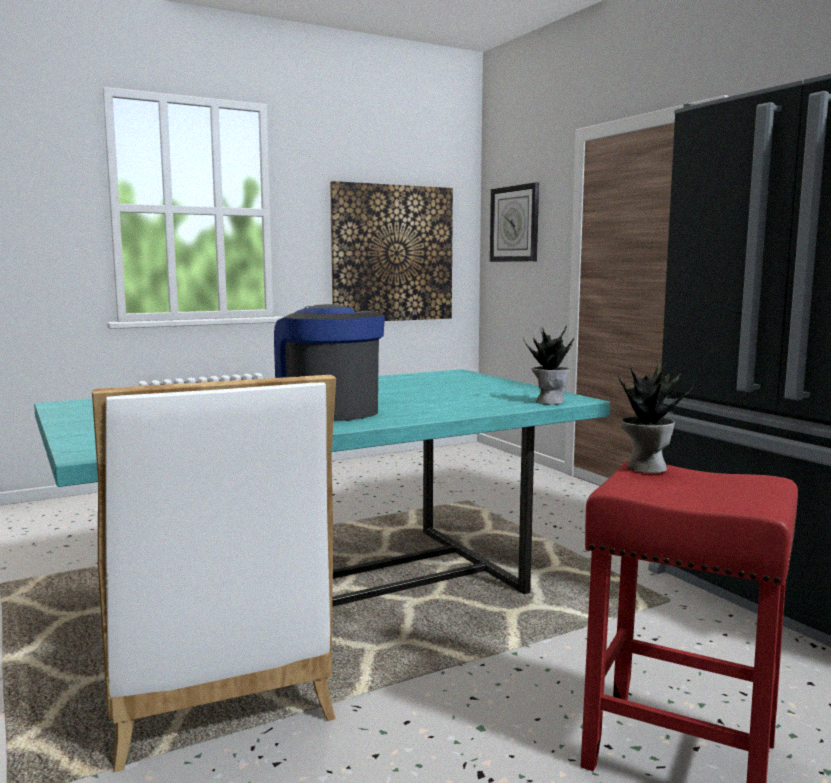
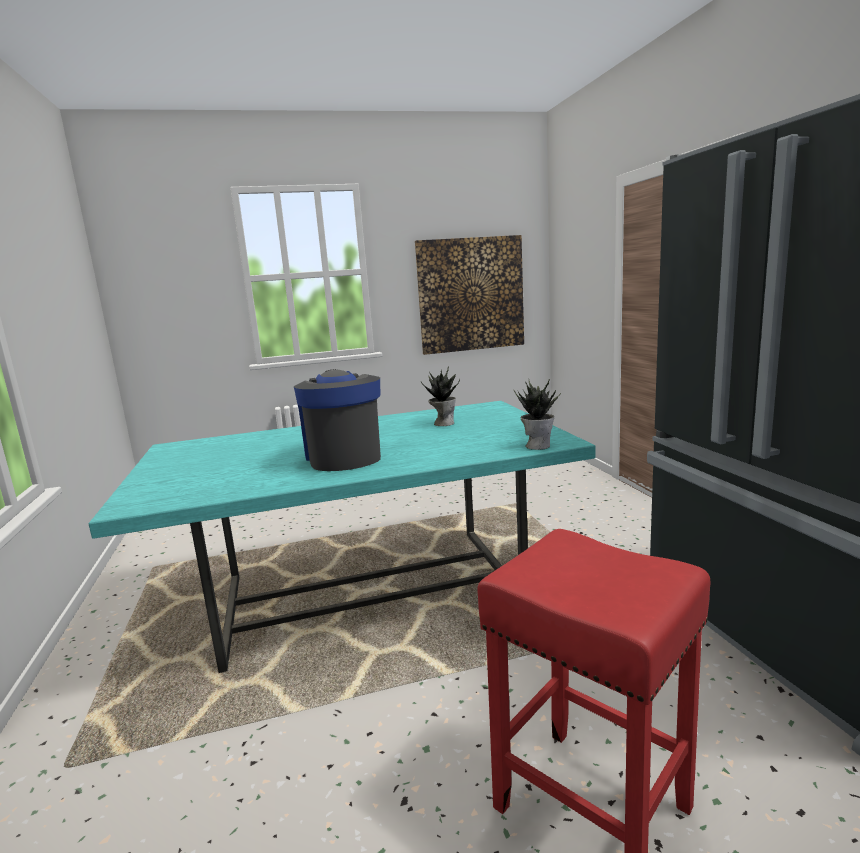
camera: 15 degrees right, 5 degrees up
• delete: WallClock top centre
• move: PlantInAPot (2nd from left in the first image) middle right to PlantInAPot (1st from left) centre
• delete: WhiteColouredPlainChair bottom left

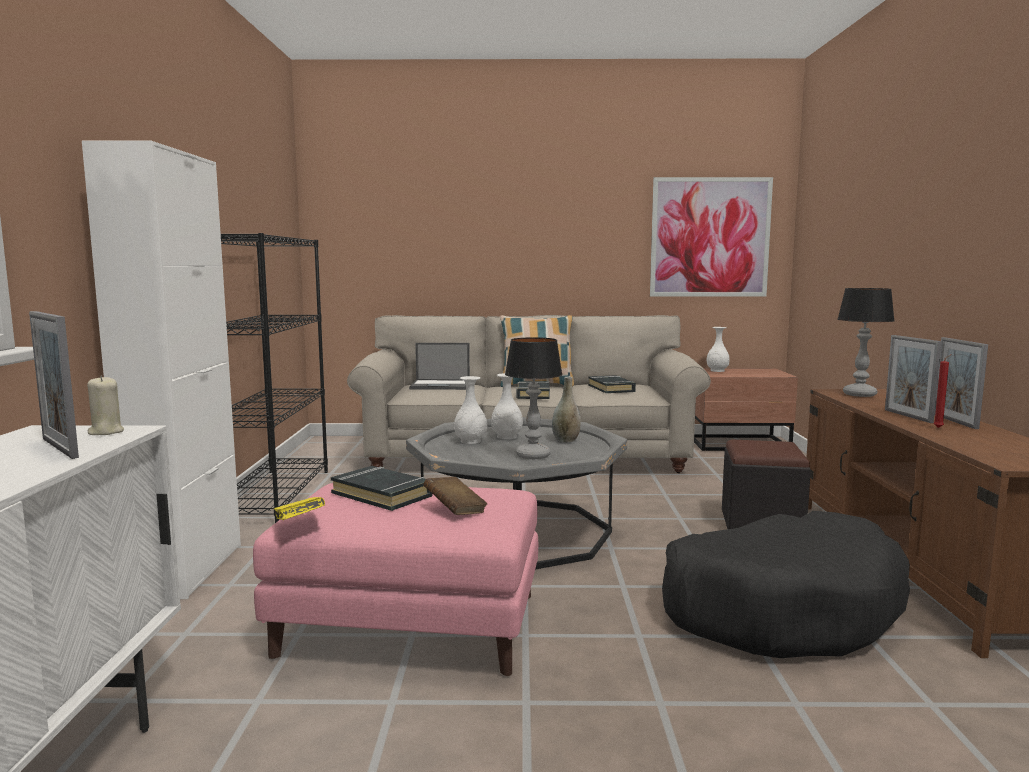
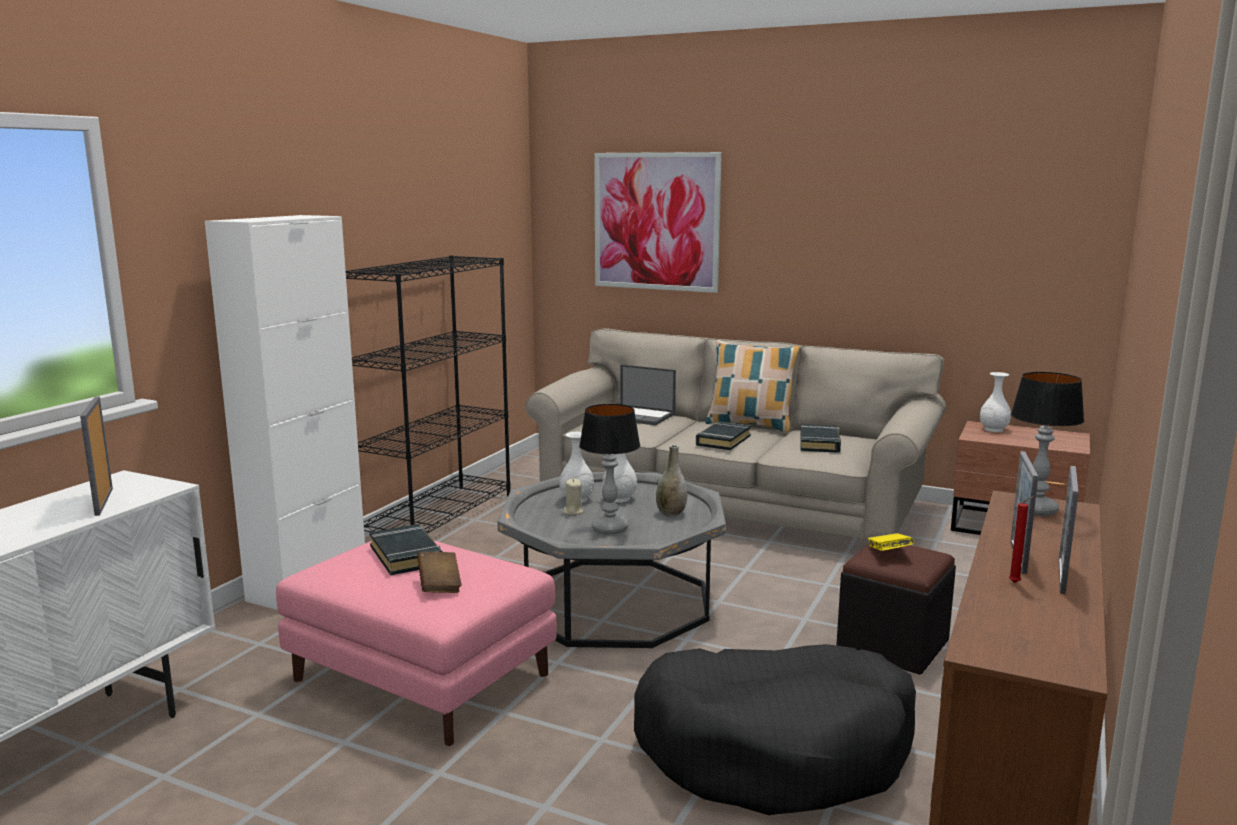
camera: 25 degrees right, 5 degrees up
• move: Picture top right to top centre
• move: SandColouredCandle middle left to centre
• move: YellowColouredBook middle left to middle right

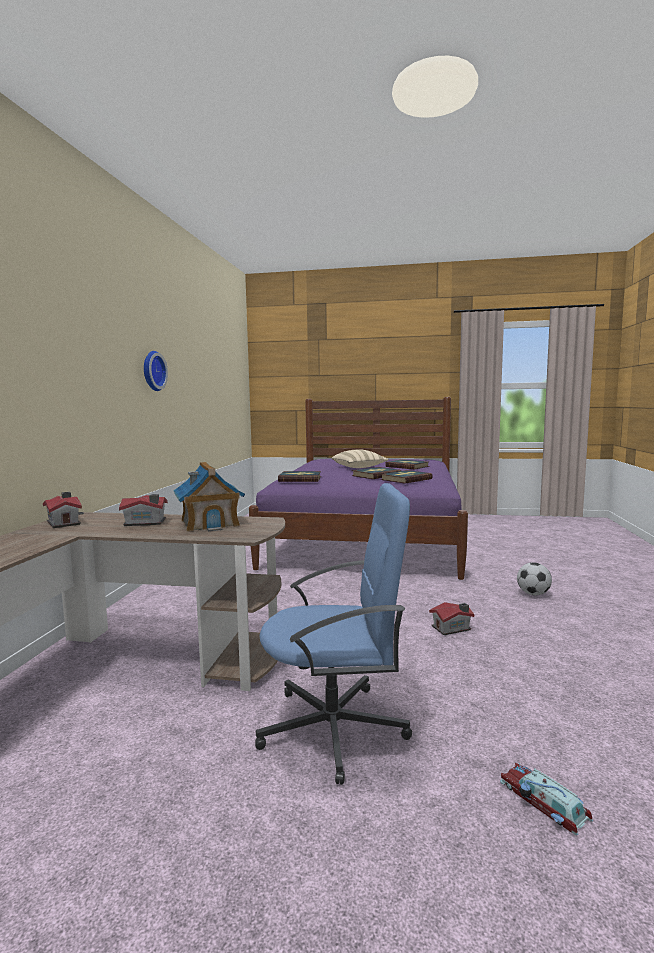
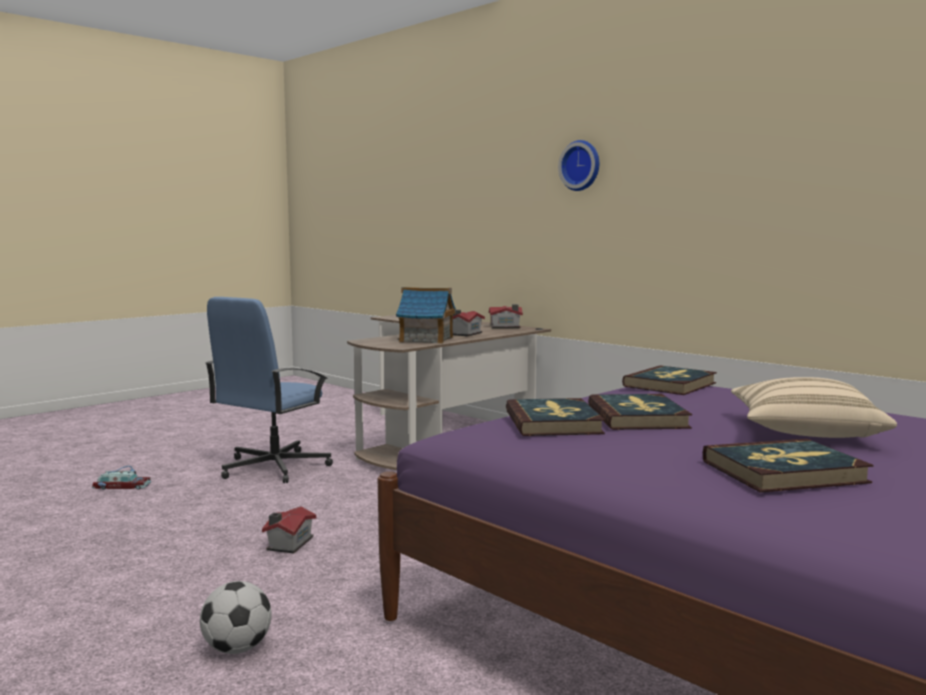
camera: 125 degrees right, 0 degrees up
• move: WallClock middle left to top centre

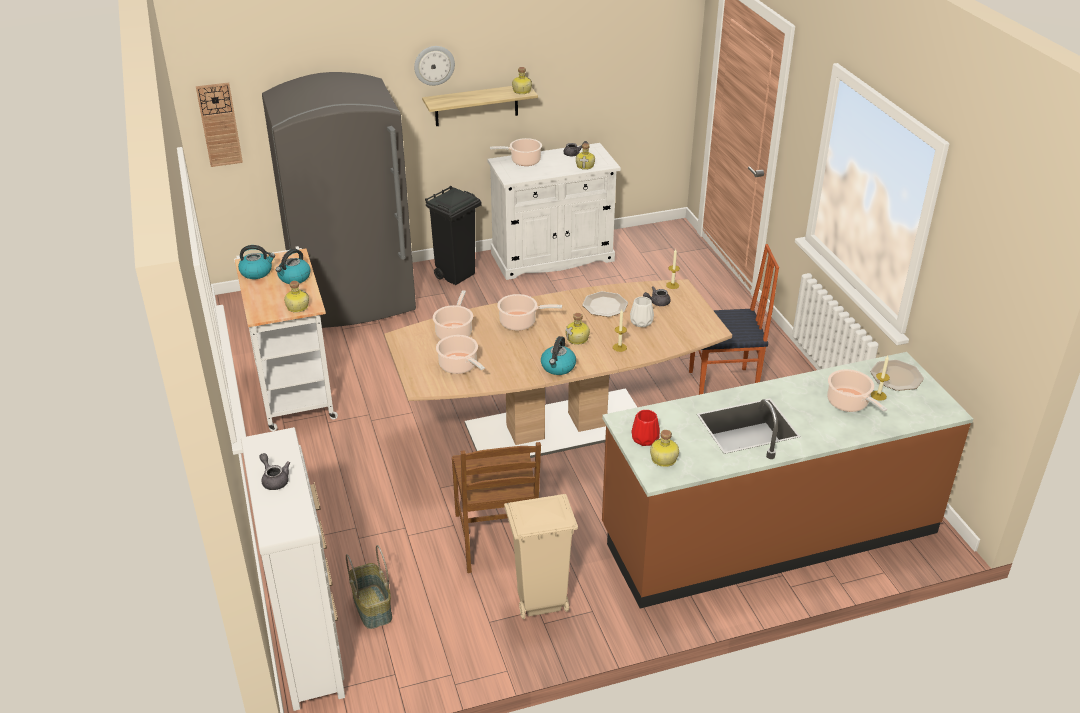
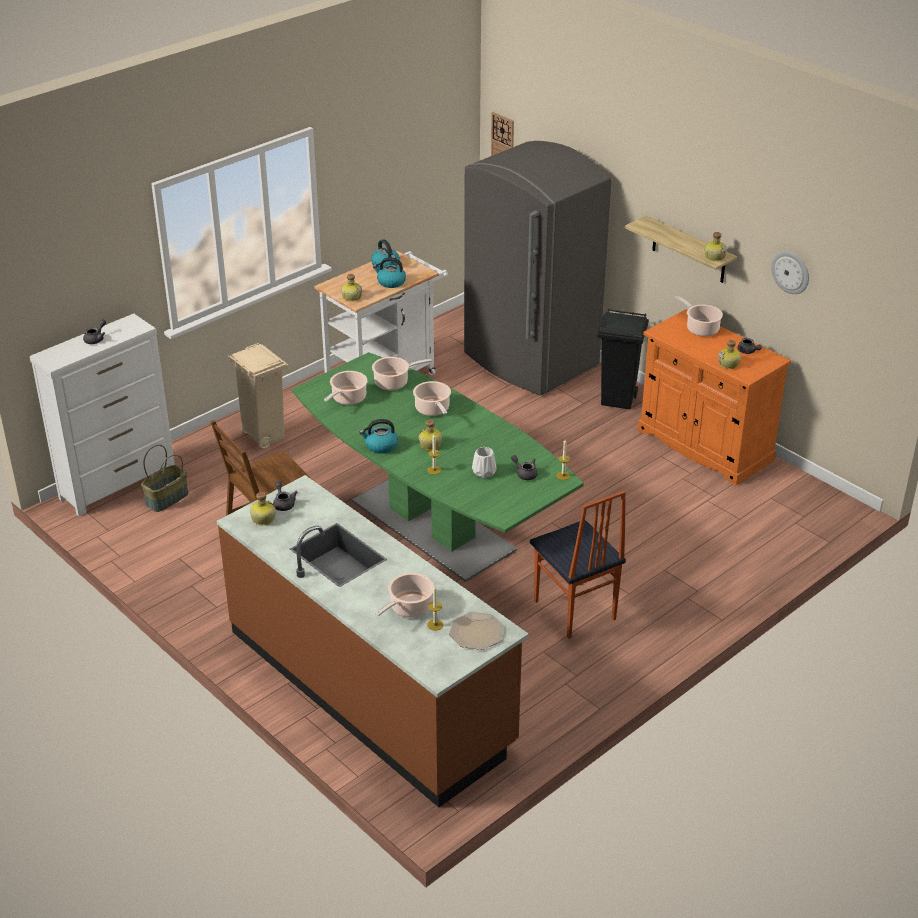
camera: 65 degrees right, 0 degrees up
• move: WallClock (2nd from left) top centre to top right
• recolor: WhiteColouredStorageCabinet top centre to OrangeyStorageCabinet middle right
• recolor: BrownColouredDinnerTable centre to GreenColouredDinnerTable centre
• delete: Plate (1st from left) centre
• replace: RedFlowerVase centre to GreyPotForTea (2nd from left) middle left
• move: SandColouredWasteBin bottom centre to middle left

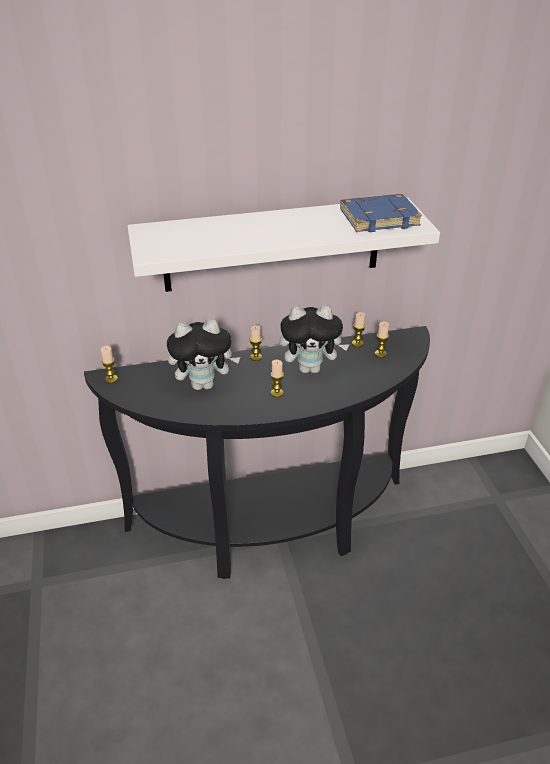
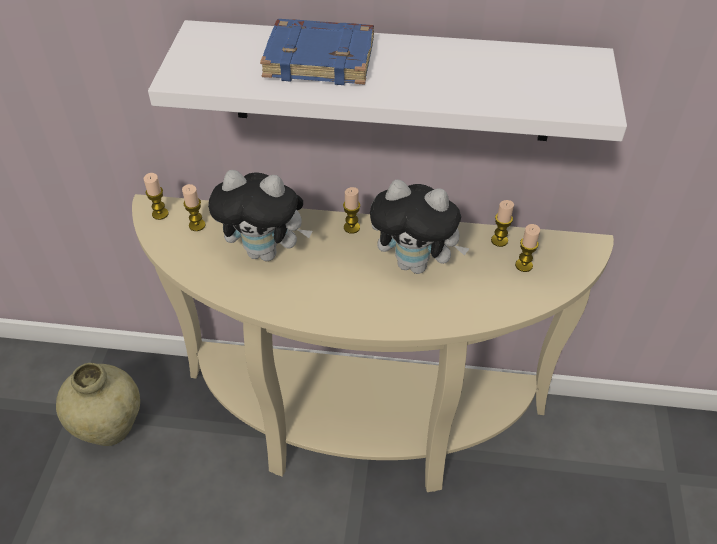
camera: 20 degrees right, 10 degrees up
• move: BlueBook top right to top centre
• recolor: BlackColouredConsoleTable centre to SandColouredConsoleTable centre
• move: Candle (3rd from left in the first image) centre to Candle (2nd from left) middle left
• insert: SandColouredFlowerVase bottom left

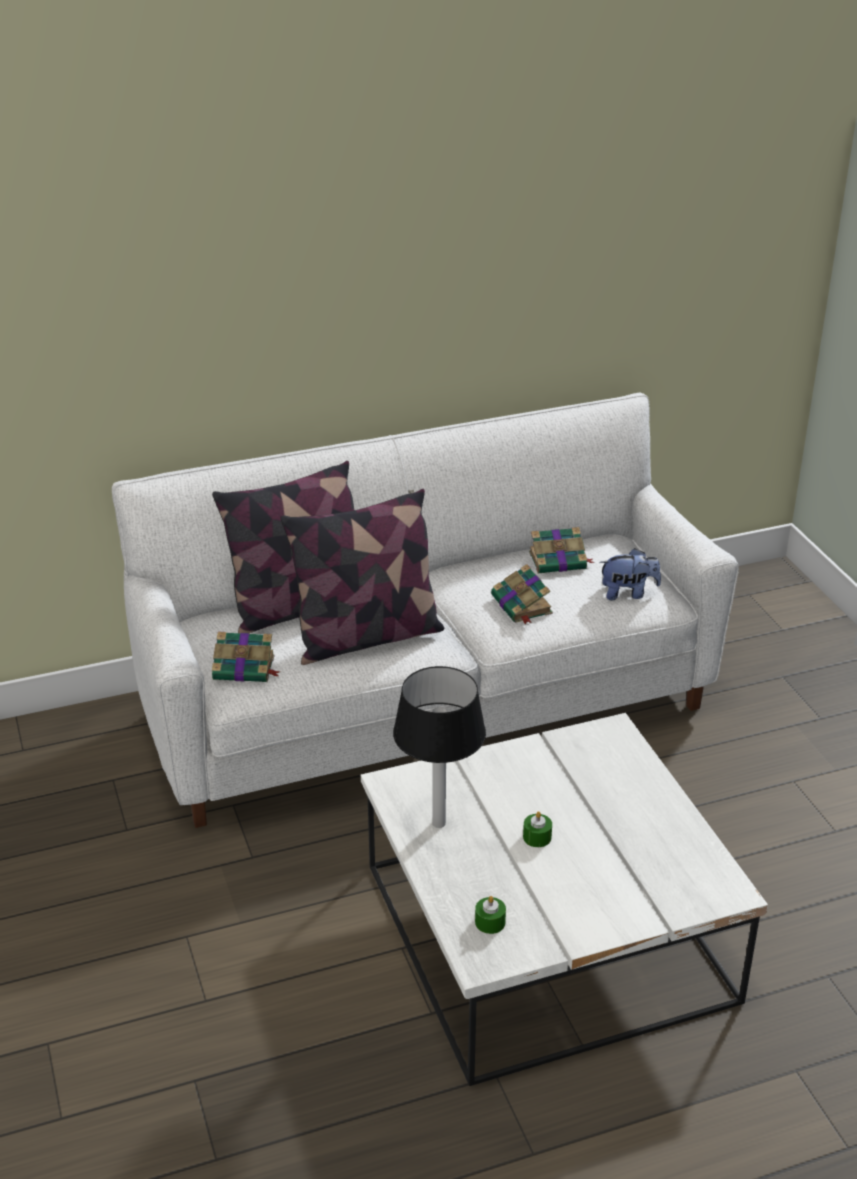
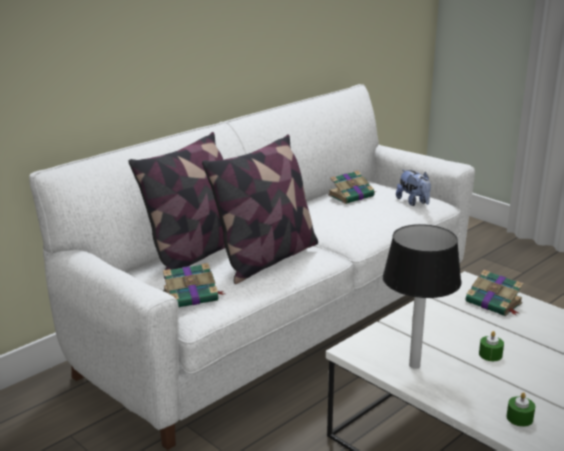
camera: 25 degrees left, 10 degrees down
• rotate: CuddlyToy middle right = middle right 90 degrees clockwise
• move: Book (2nd from left in the first image) centre to Book (3rd from left) middle right

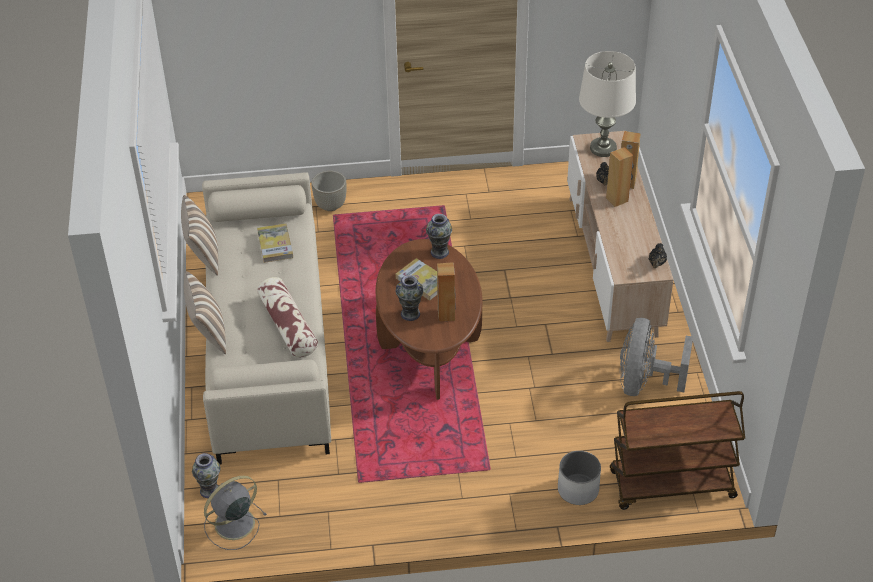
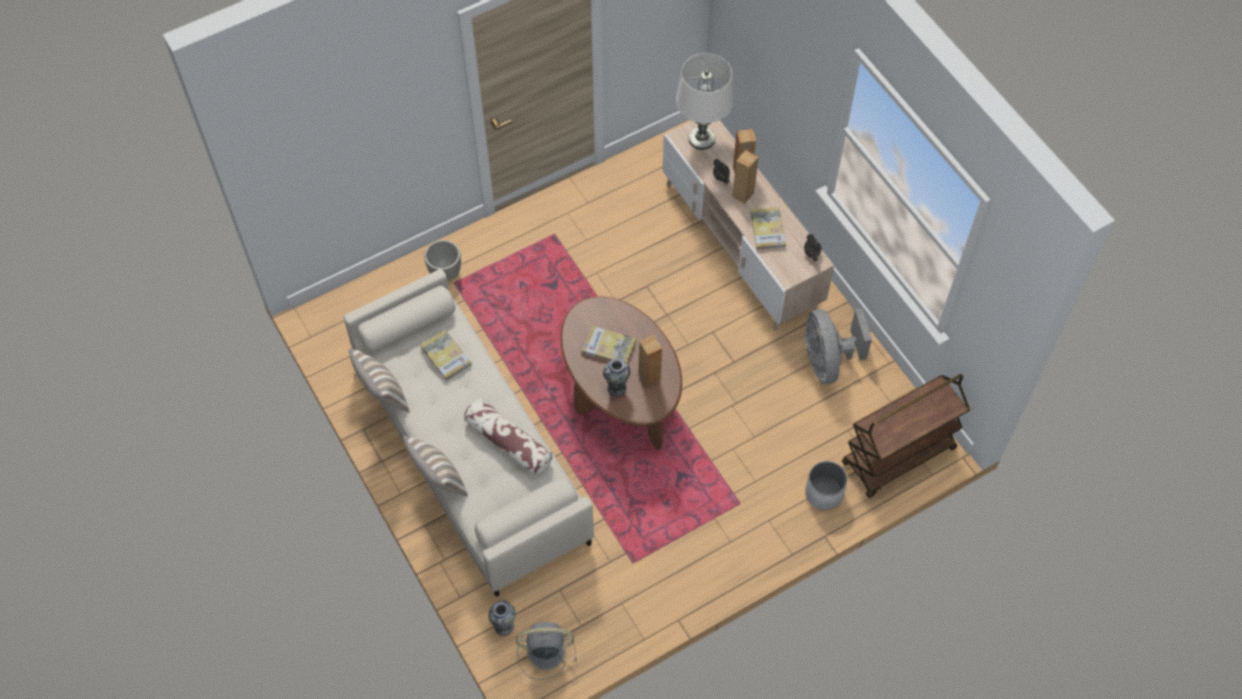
camera: 25 degrees left, 15 degrees up
• delete: FlowerVase (3rd from left) centre
• rotate: GreyFan (1st from left) bottom left = bottom centre 60 degrees clockwise
• insert: Book (3rd from left) top centre

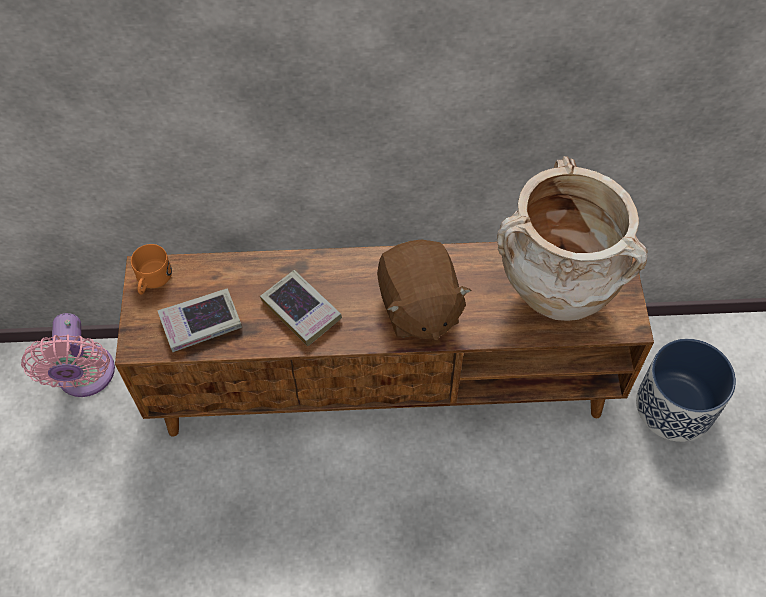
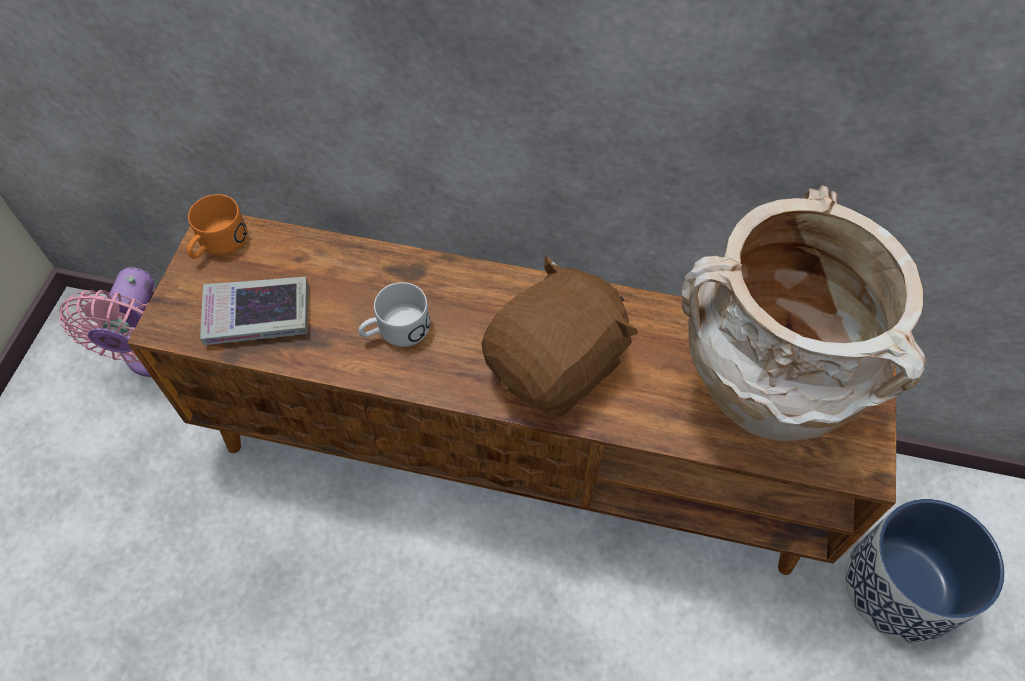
camera: 15 degrees right, 0 degrees up
• rotate: BrownColouredCuddlyToy centre = centre 135 degrees counterclockwise
• replace: Book (2nd from left) centre to WhiteColouredCoffeeMug centre

